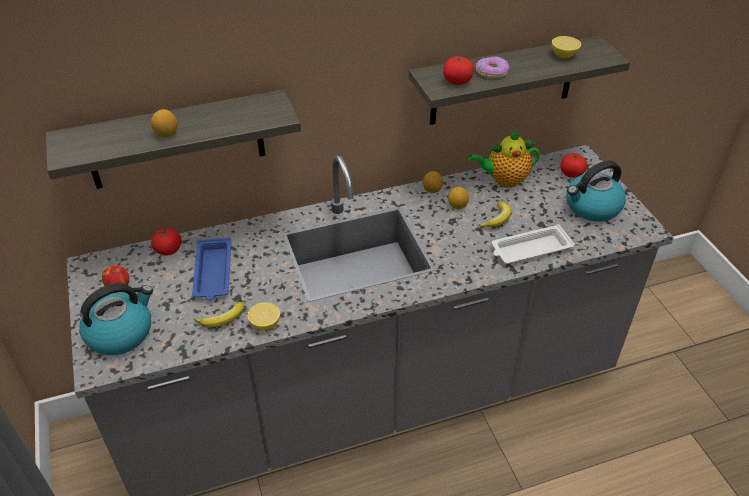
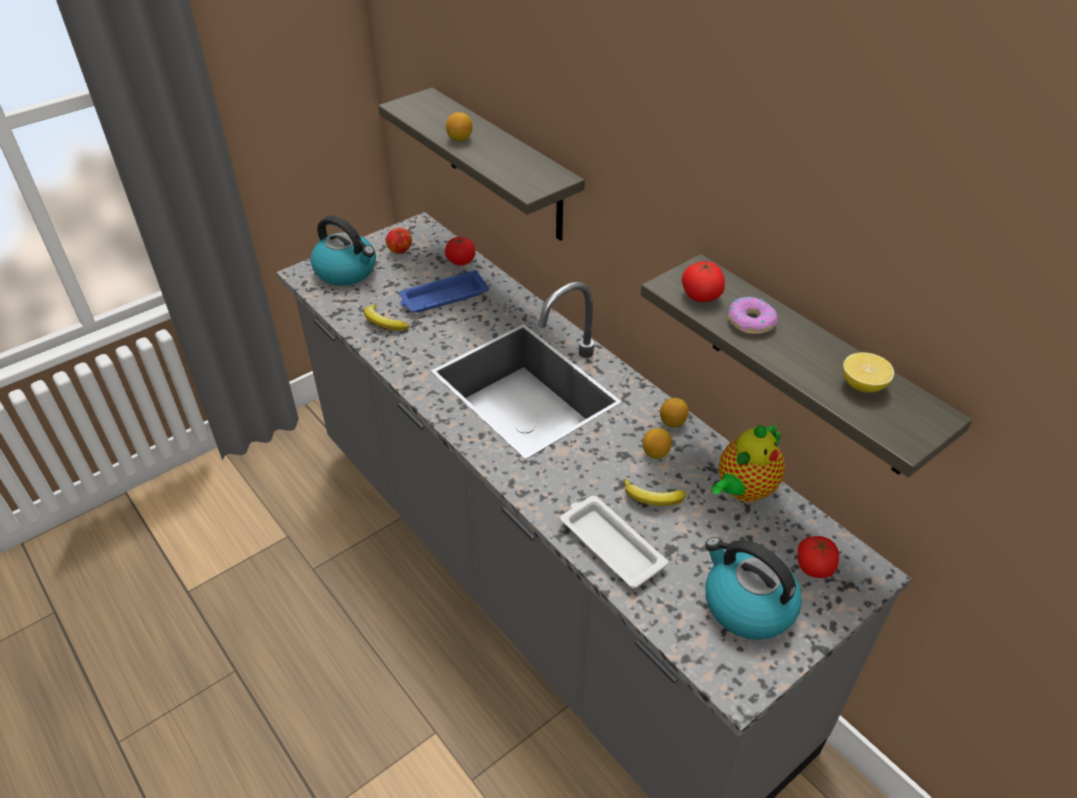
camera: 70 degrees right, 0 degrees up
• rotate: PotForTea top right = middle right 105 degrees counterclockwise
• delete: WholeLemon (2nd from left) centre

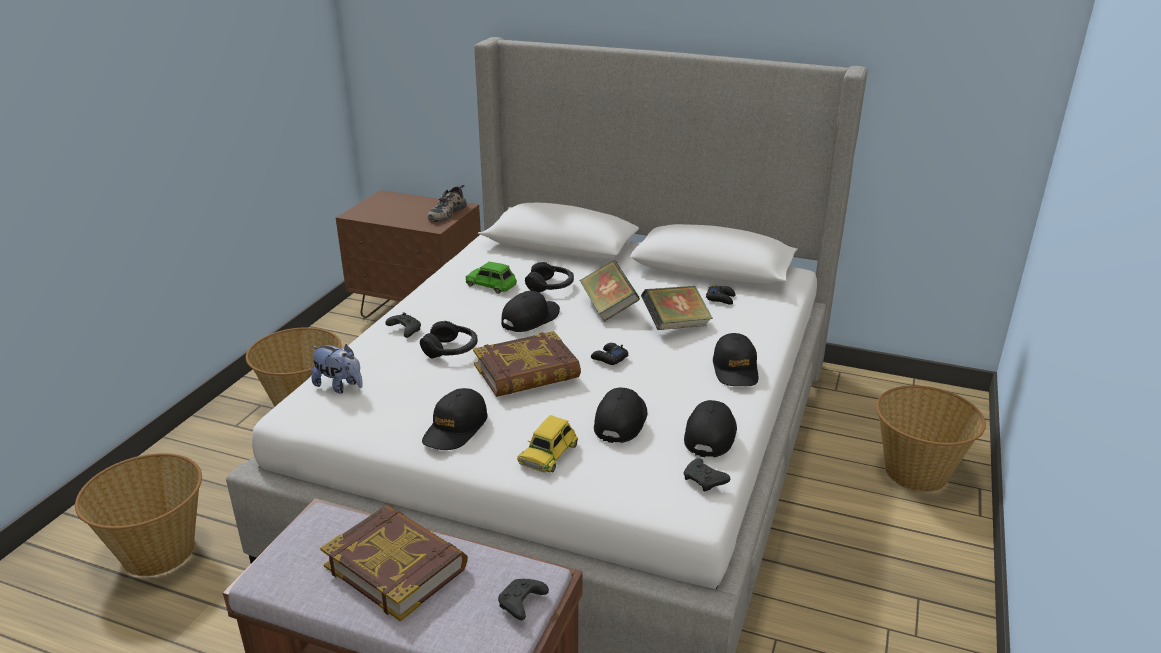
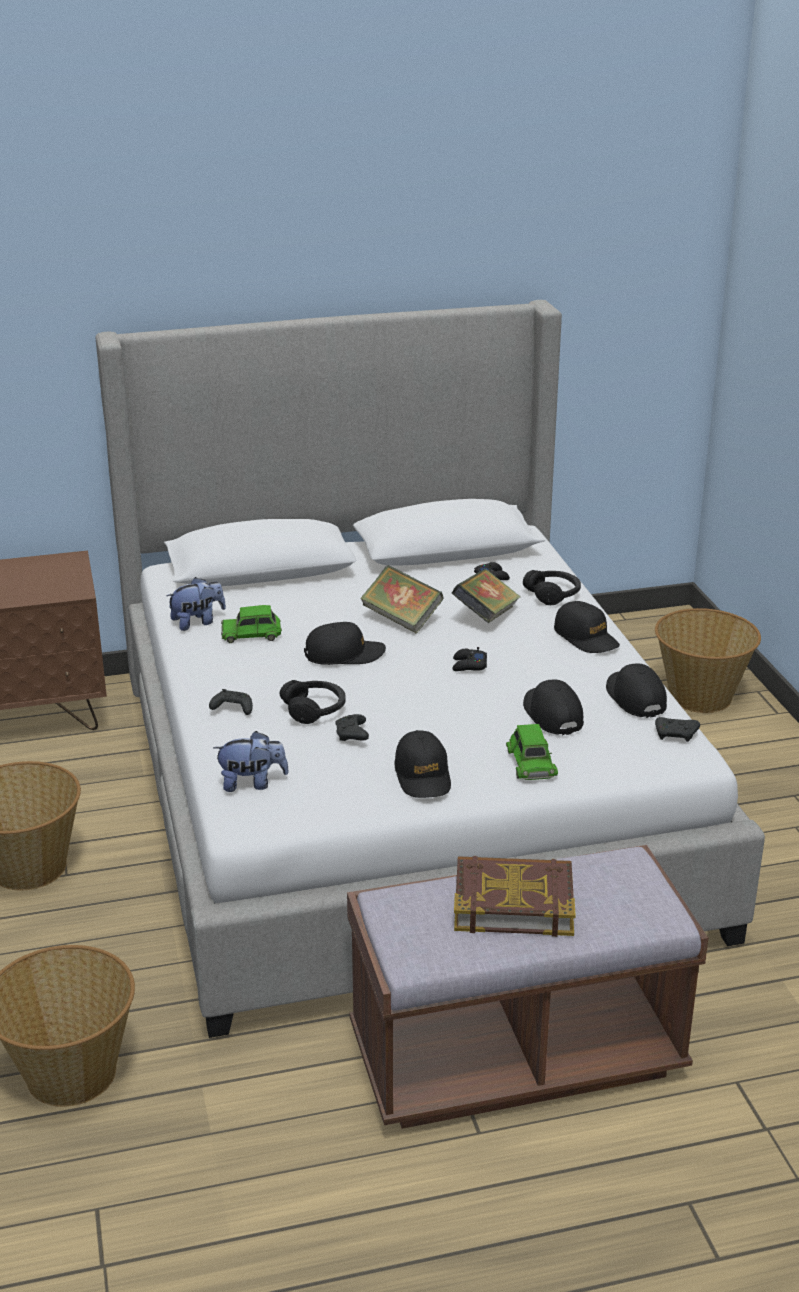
camera: 35 degrees left, 0 degrees up
• delete: ItemOfFootwear top centre
• move: BlackColouredPairOfHeadphones (2nd from left) centre to middle right
• rotate: BlackColouredBaseballCap (2nd from left in the first image) centre = centre 75 degrees clockwise
• delete: Book (2nd from left) centre
• recolor: YellowColouredMiniatureCar bottom centre to GreenColouredMiniatureCar (2nd from left) centre
• move: BlackColouredJoypad (2nd from left) bottom centre to centre
• insert: CuddlyToy (1st from left) middle left

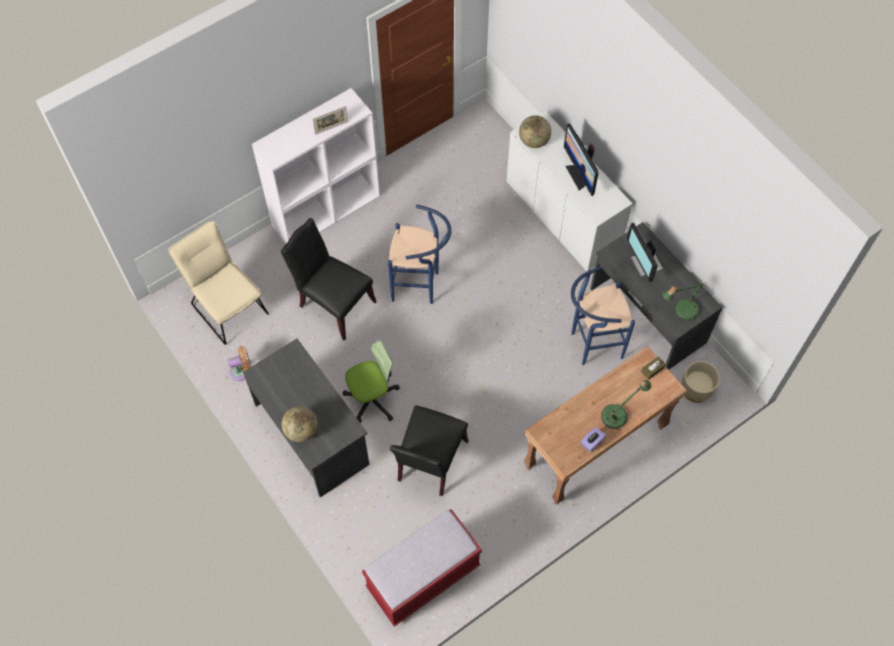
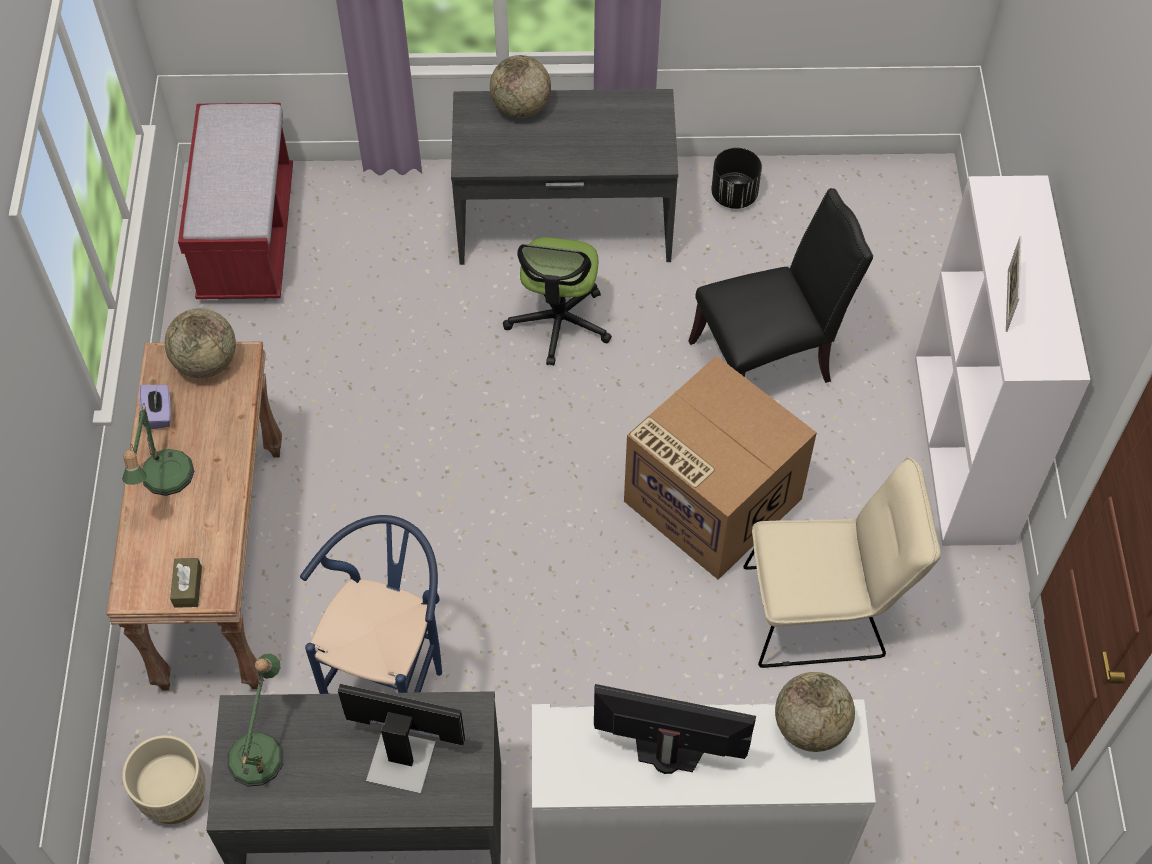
camera: 125 degrees right, 5 degrees down
• replace: BlueStool (1st from left) centre to PackingBox centre
• move: SandColouredPlainChair middle left to middle right
• replace: OrangeyFan middle left to BlackColouredPlanter top centre
• delete: BlackColouredPlainChair (2nd from left) bottom centre
• insert: WorldGlobe (1st from left) middle left

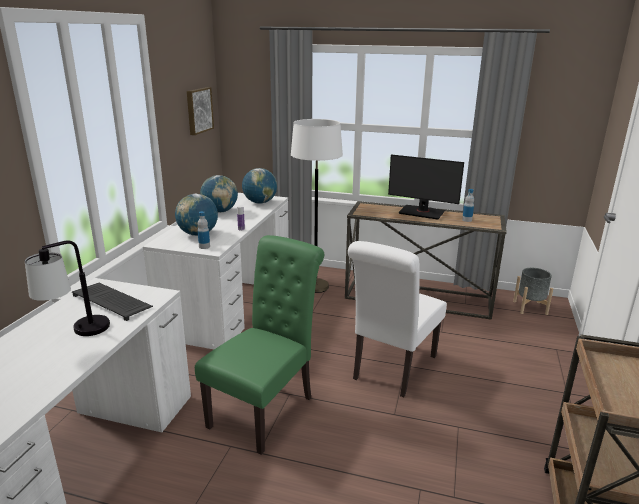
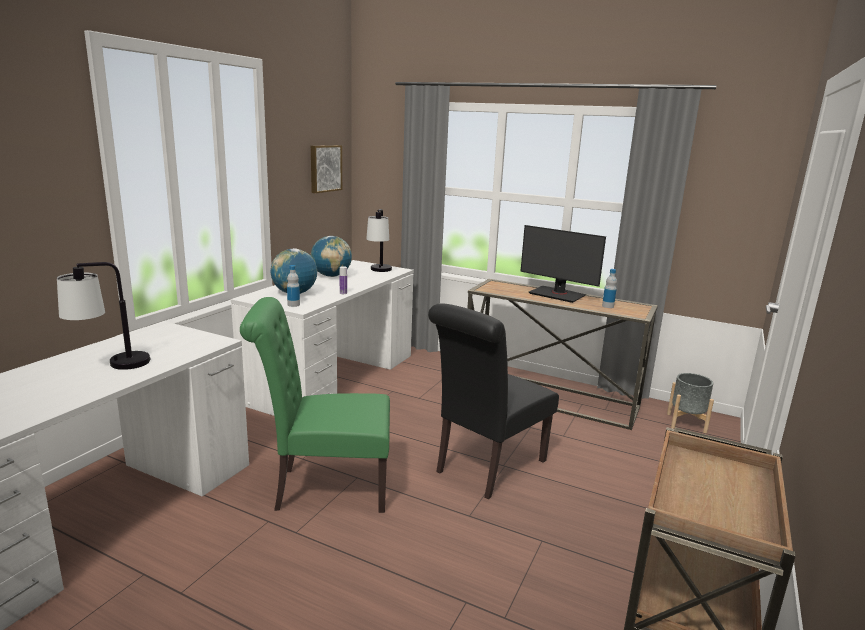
camera: 10 degrees right, 5 degrees down
• delete: WhiteColouredFloorLamp centre
• replace: WorldGlobe (3rd from left) centre to TabletopLamp (2nd from left) centre
• rotate: GreenColouredPlainChair bottom centre = centre 135 degrees counterclockwise
• recolor: WhiteColouredPlainChair centre to BlackColouredPlainChair centre
• delete: Keyboard middle left

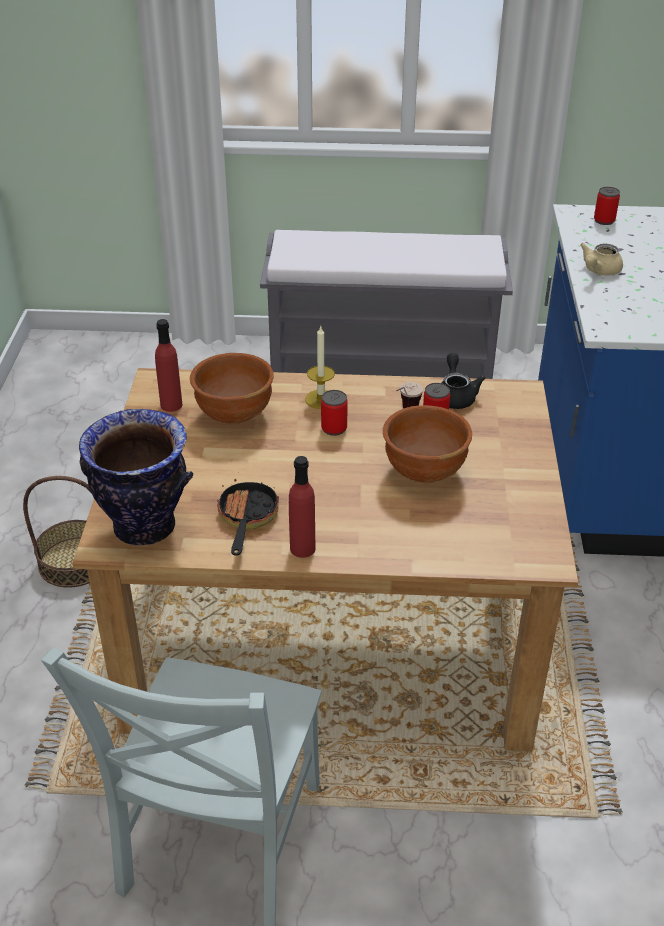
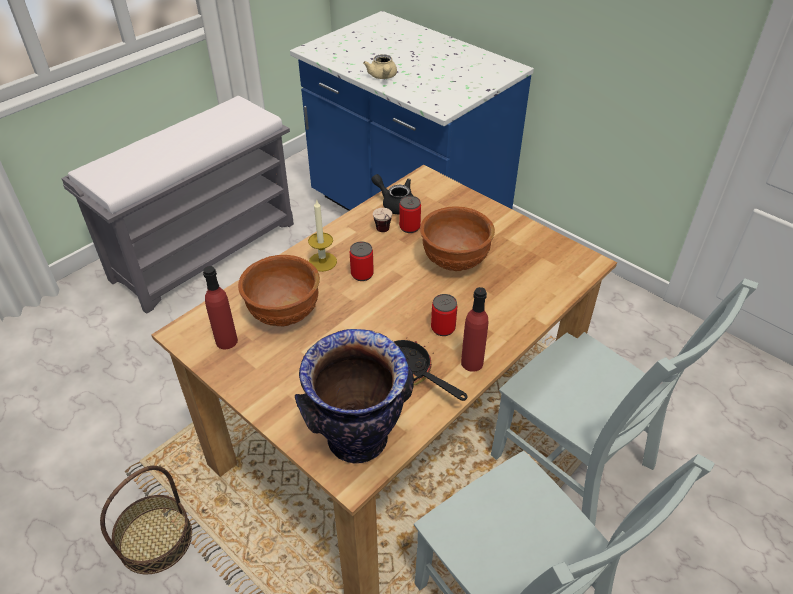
camera: 50 degrees left, 5 degrees up
• move: SealedCan (3rd from left) top right to centre
• insert: GreyPlainChair (2nd from left) bottom right

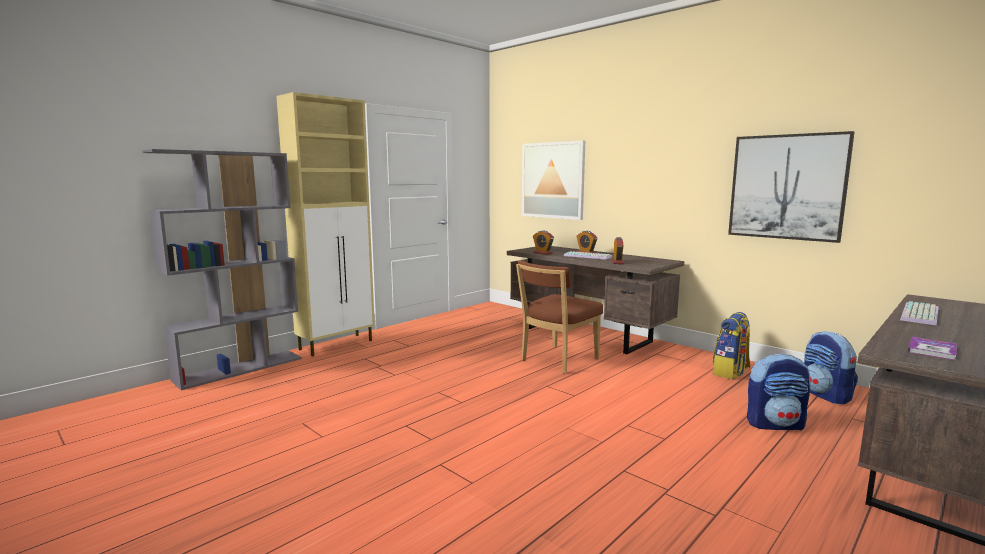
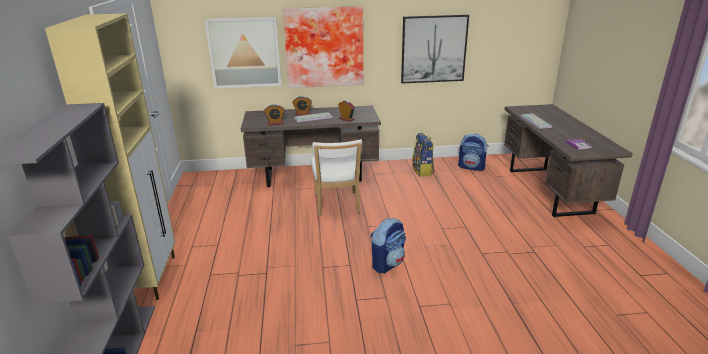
camera: 50 degrees left, 15 degrees up
• recolor: BrownColouredPlainChair centre to WhiteColouredPlainChair centre
• move: Backpack (2nd from left in the first image) bottom right to Backpack (1st from left) bottom centre
• insert: Picture (2nd from left) top centre

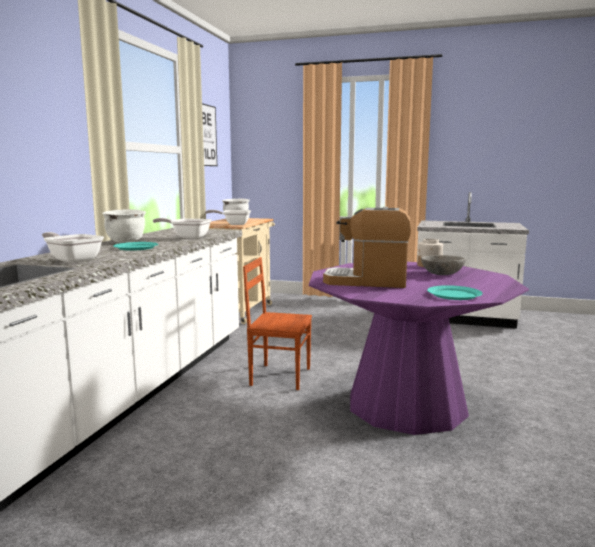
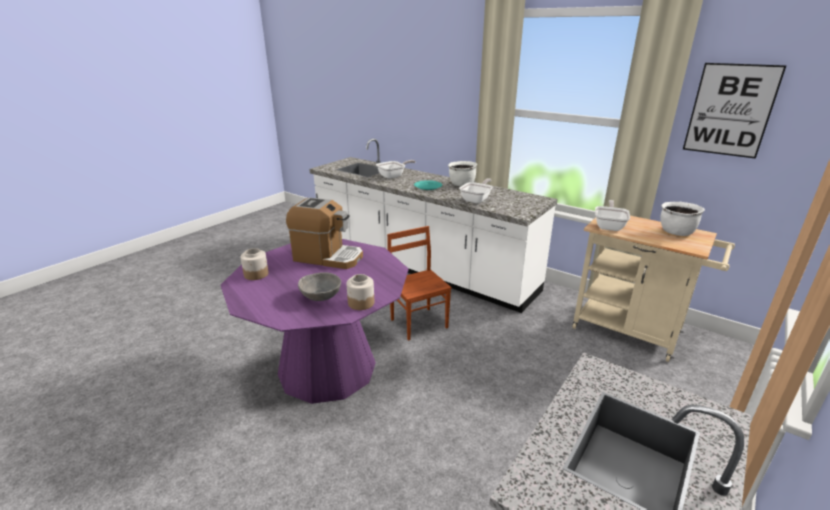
camera: 110 degrees right, 15 degrees up
• rotate: CoffeeMachine centre = centre 75 degrees clockwise
• rotate: BrownColouredPlainChair centre = centre 60 degrees counterclockwise
• replace: TurquoiseColouredPlate (2nd from left) middle right to PreserveJar (1st from left) middle left

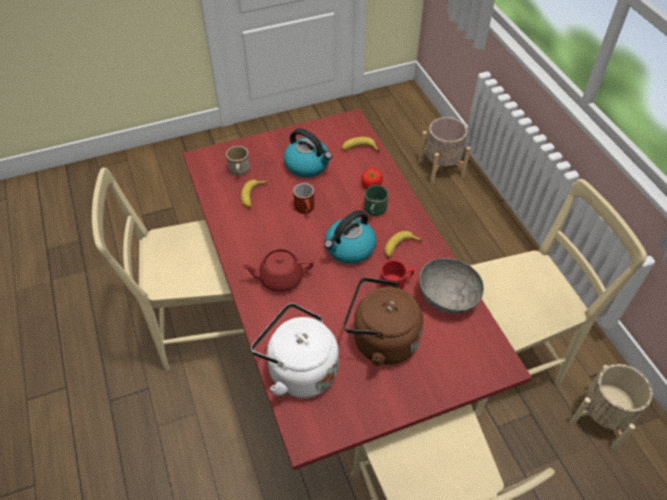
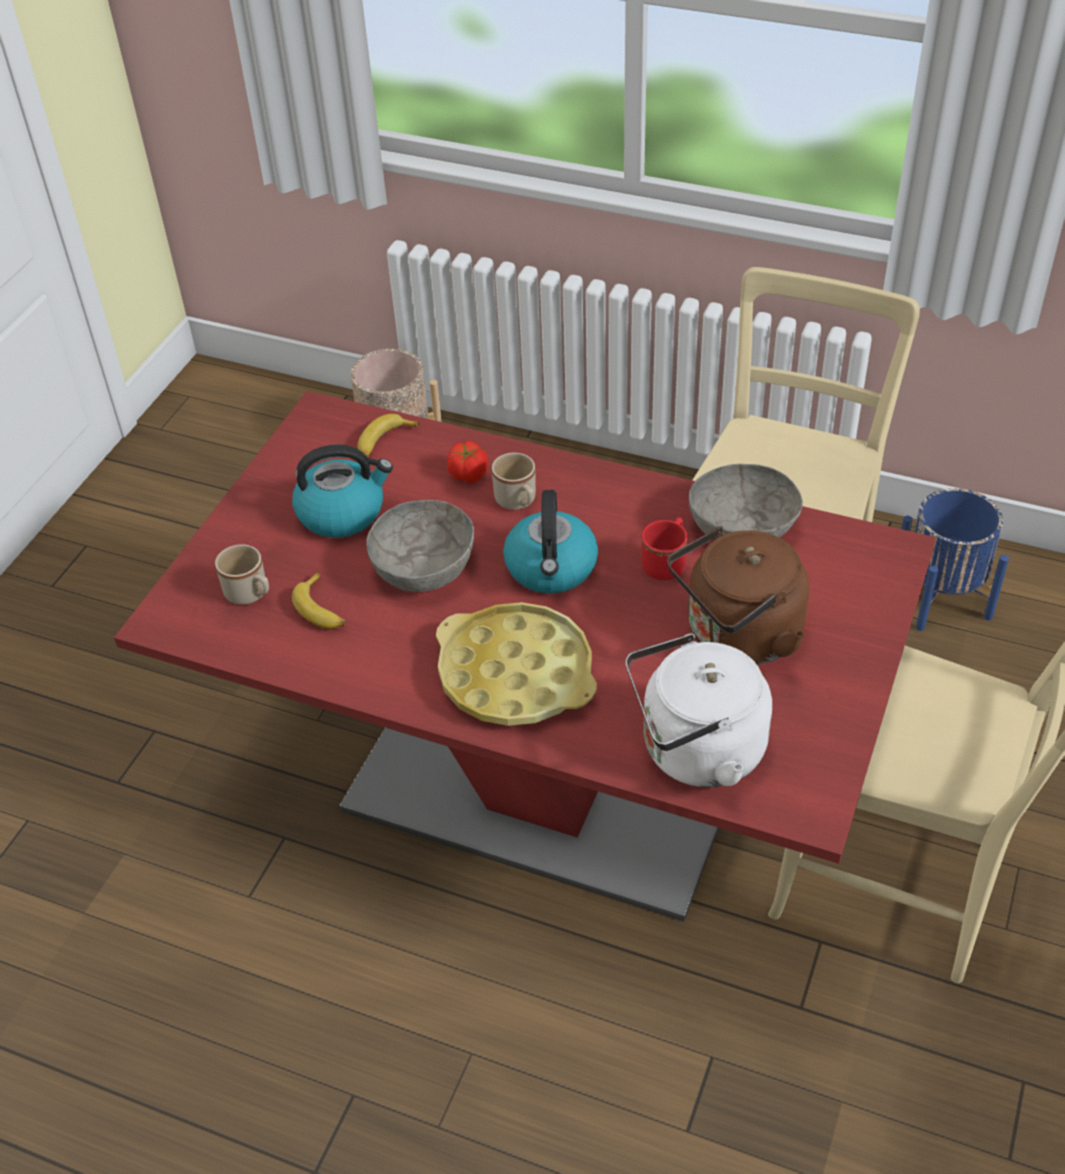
camera: 45 degrees left, 5 degrees down
• delete: SandColouredPlainChair (1st from left) middle left
• replace: RedCoffeeMug (1st from left) centre to GreyDeepDish (1st from left) centre
• recolor: GreenColouredCoffeeMug centre to SandColouredCoffeeMug (2nd from left) centre
• delete: BananaFruit (3rd from left) centre
• replace: RedPotForTea centre to YellowColouredServingTray centre
• recolor: SandColouredPlanter (2nd from left) bottom right to BluePlanter middle right

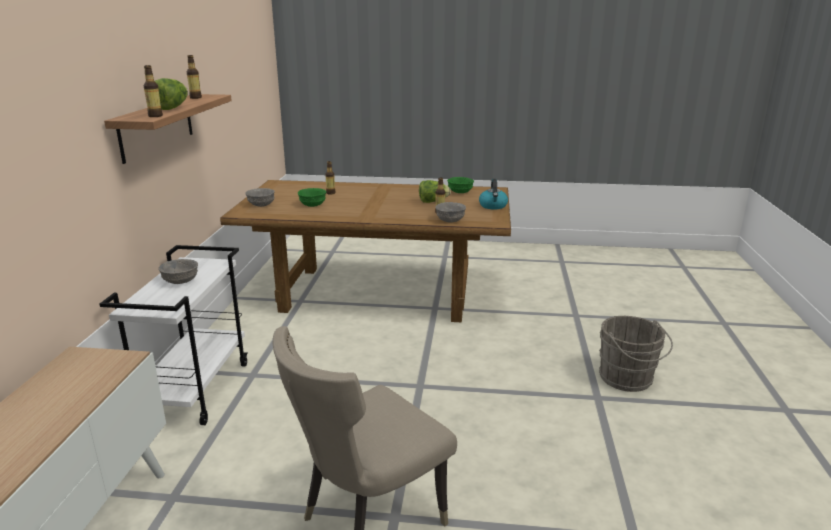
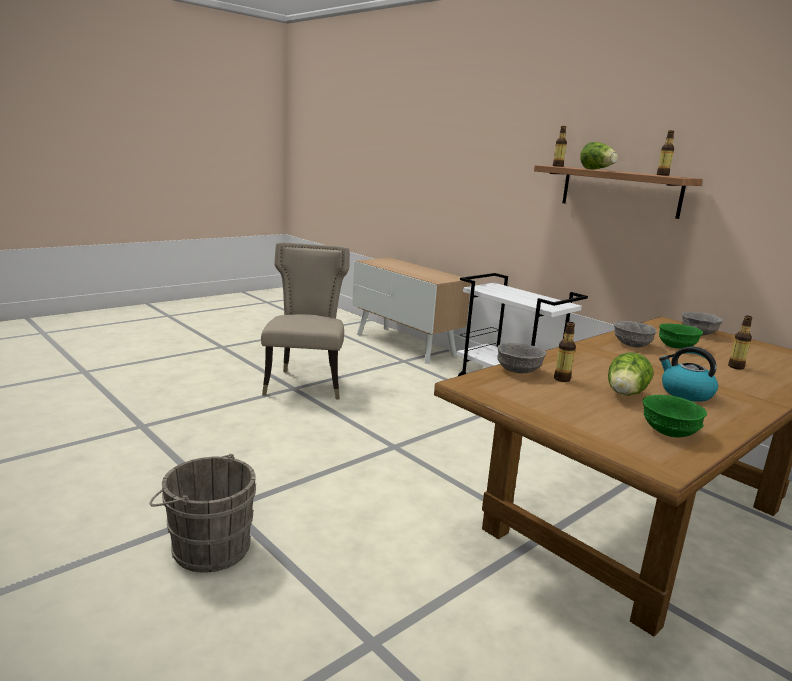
camera: 130 degrees right, 5 degrees down
• move: Kettle centre to middle right
• move: GreyDeepDish (1st from left in the first image) middle left to GreyDeepDish (2nd from left) middle right

